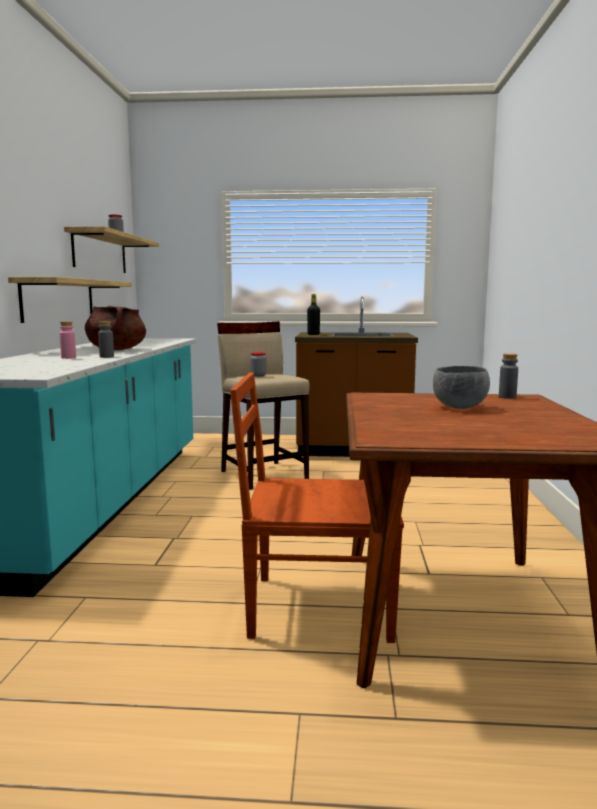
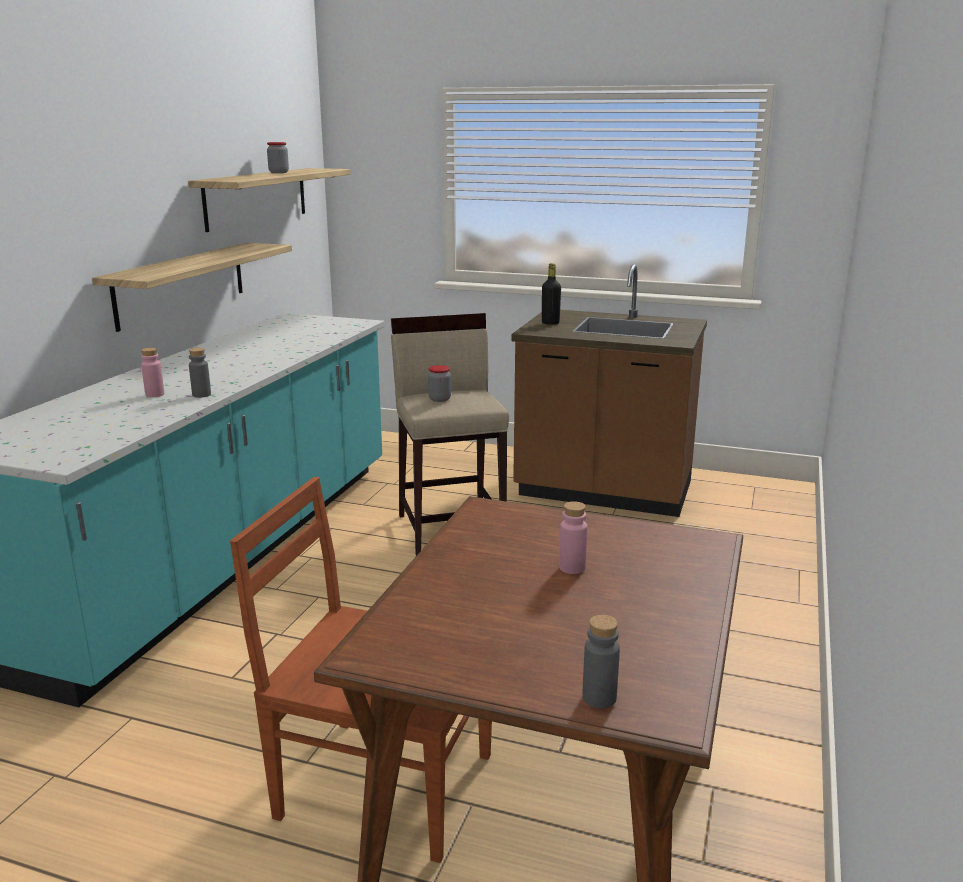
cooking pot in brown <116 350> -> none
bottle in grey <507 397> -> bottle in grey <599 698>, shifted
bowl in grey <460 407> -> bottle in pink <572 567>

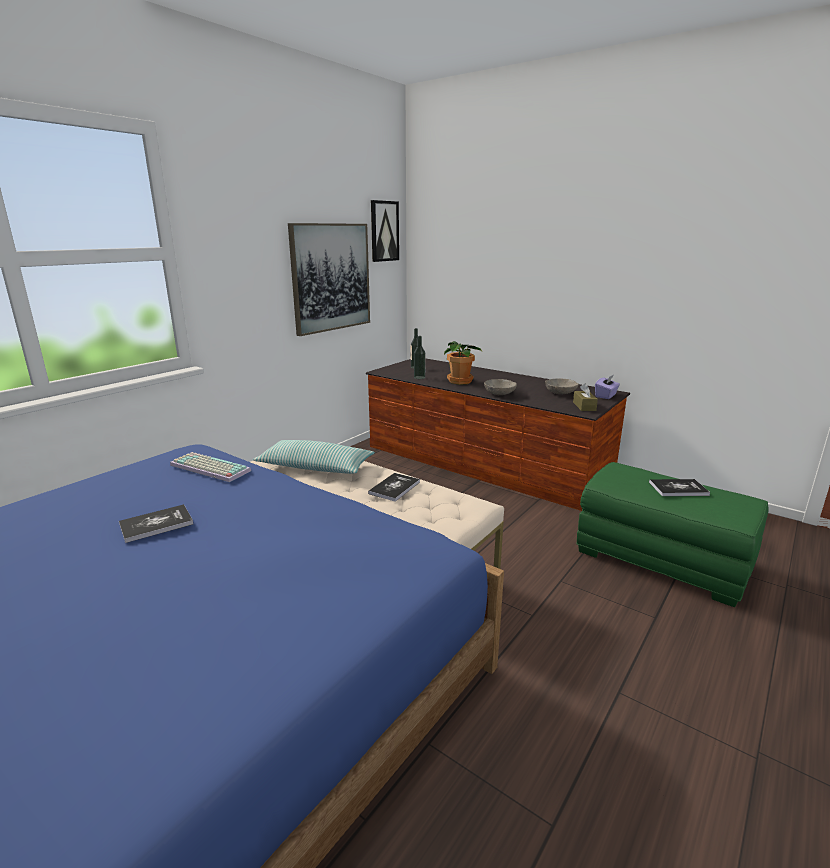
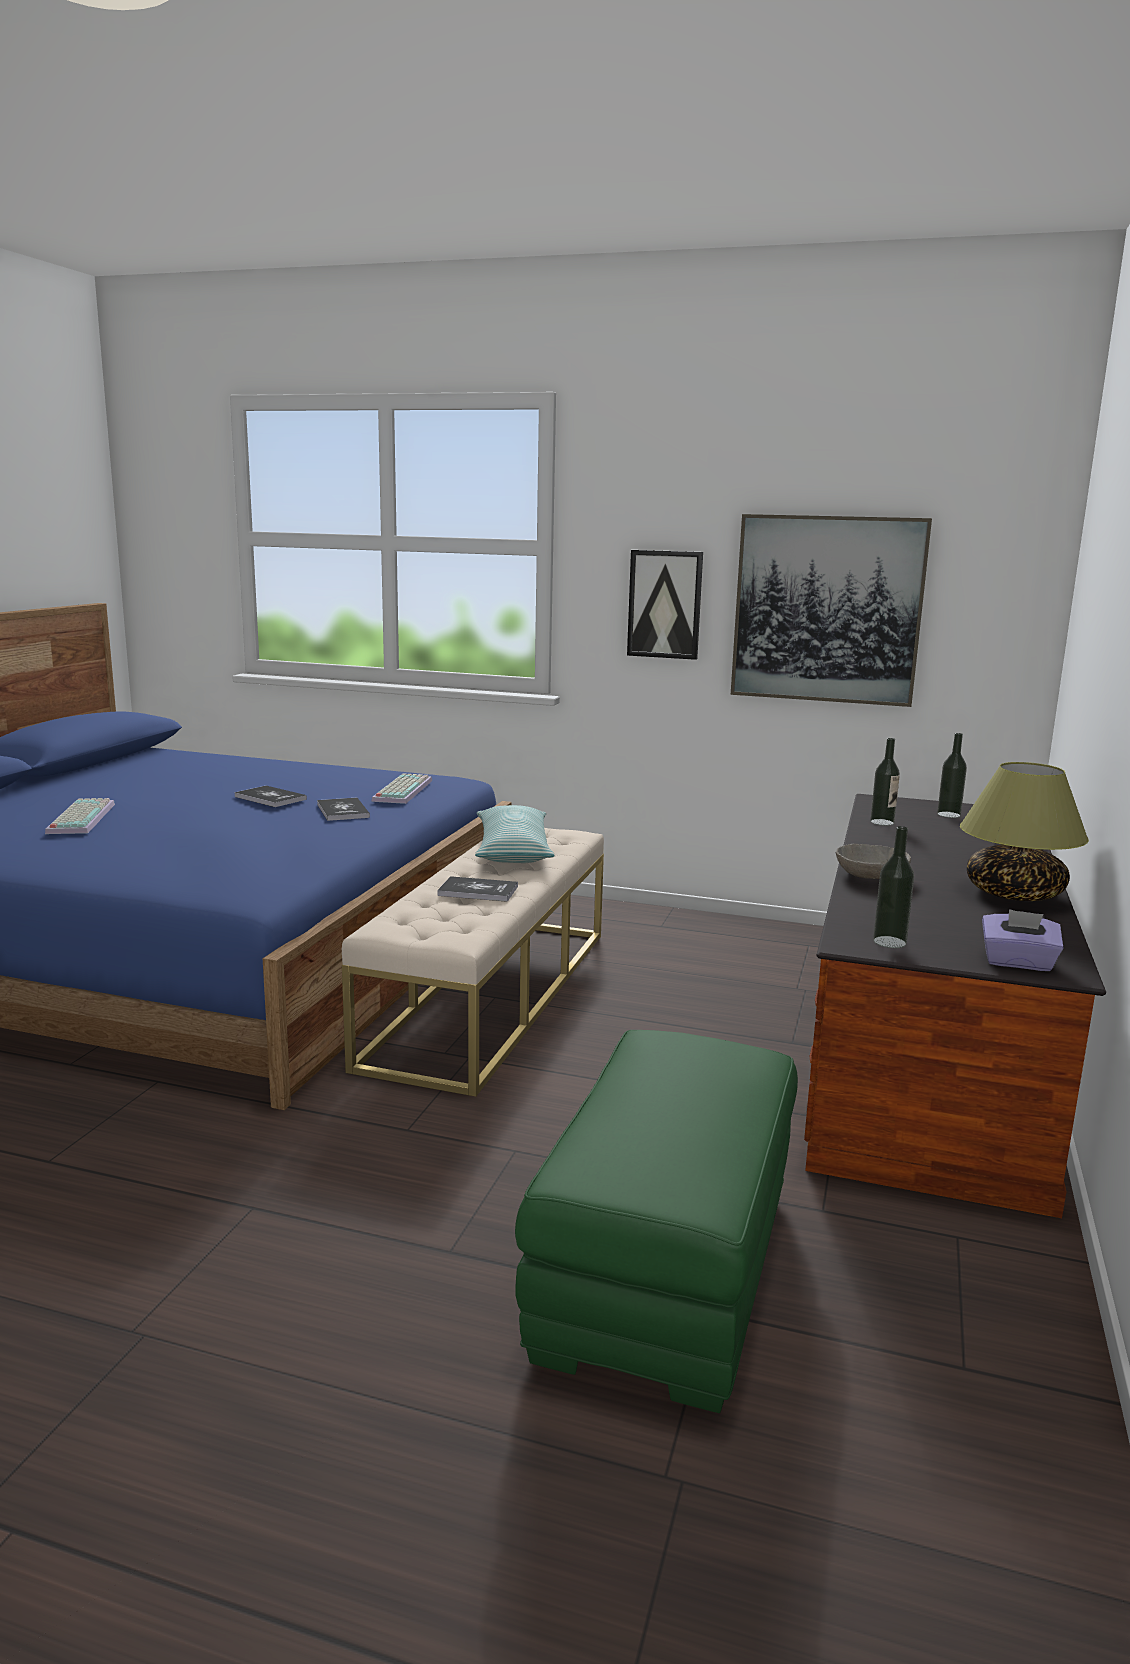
picture <384 231> -> picture <665 604>, shifted
potted plant <460 381> -> none
bowl in grey <560 393> -> none
tissue box in brown <584 406> -> bottle <889 942>
book <678 489> -> book <343 811>, shifted
none -> table lamp <1013 894>
none -> keyboard <79 818>

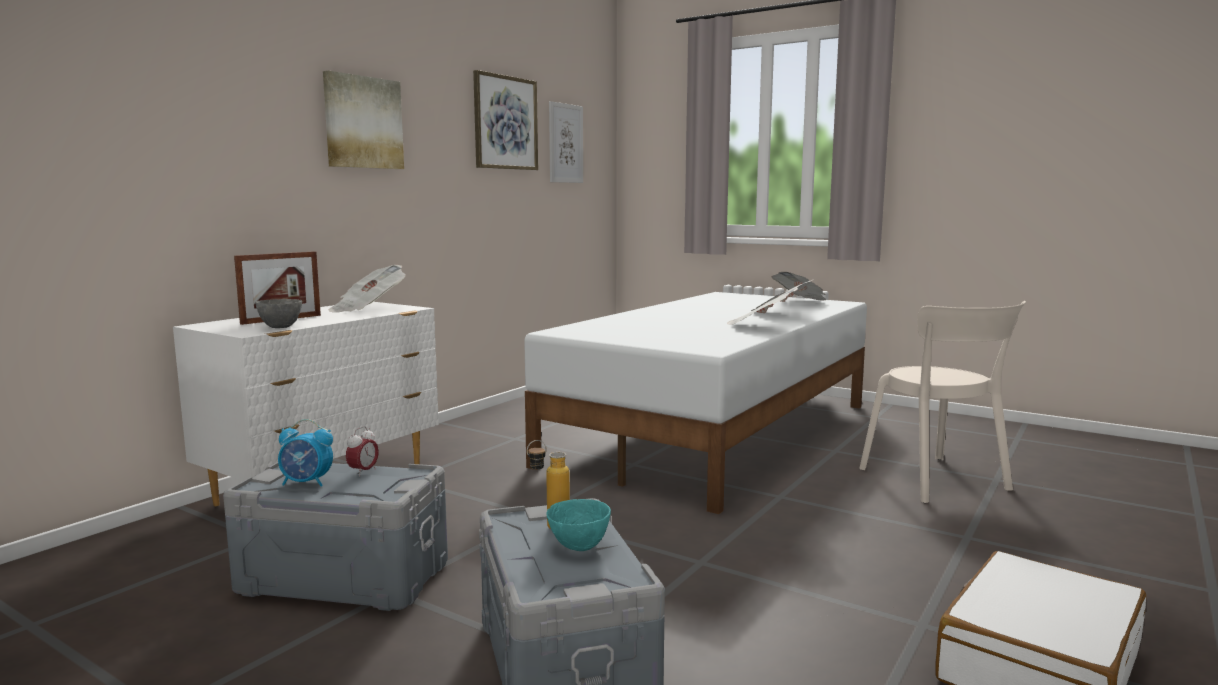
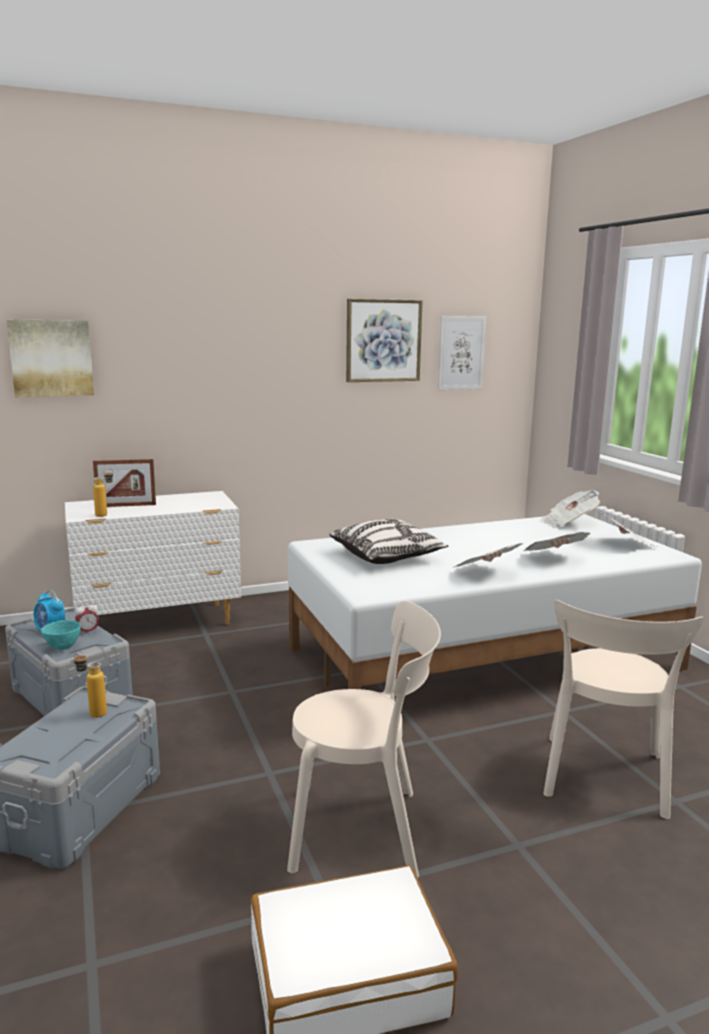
picture <362 122> -> picture <51 358>, shifted
newspaper <368 309> -> newspaper <568 522>, shifted
bowl in grey <279 327> -> bottle <106 514>
bowl in turquoise <580 547> -> bowl in turquoise <63 647>, shifted
none -> pillow <387 556>
none -> chair in beige <363 830>

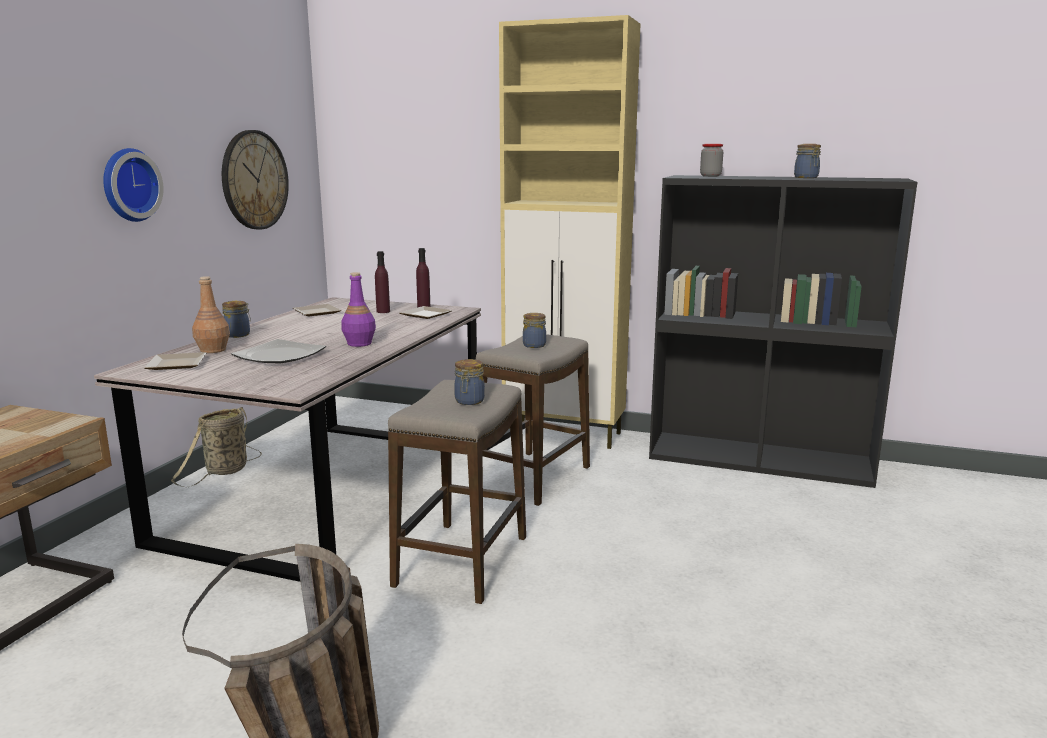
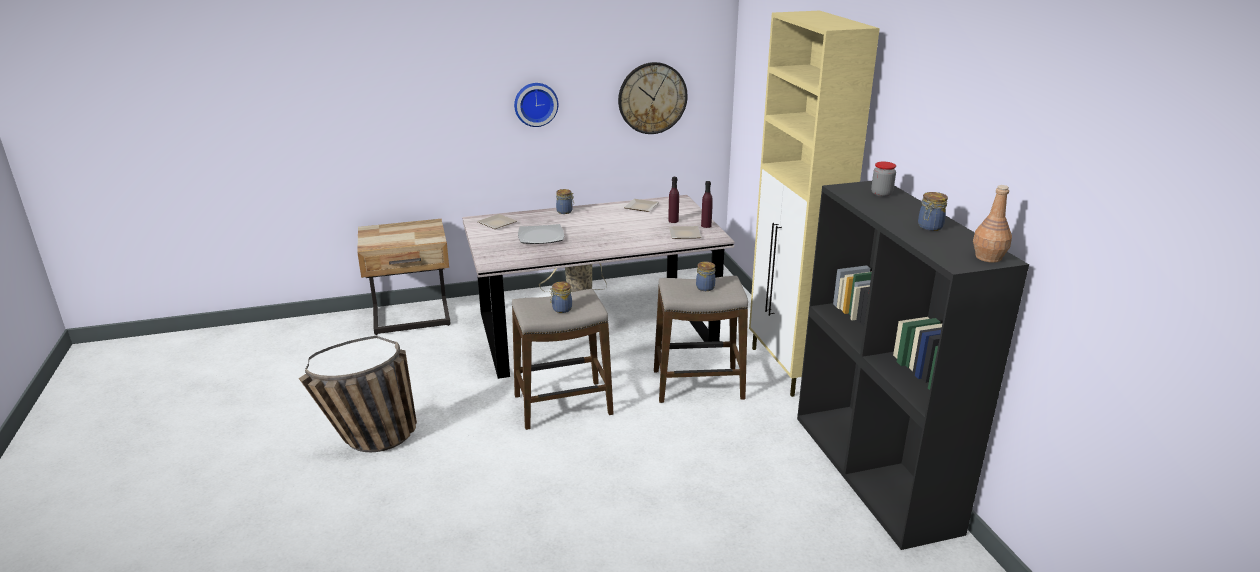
bottle in purple <359 344> -> none
bottle in brown <213 350> -> bottle in brown <988 257>, shifted

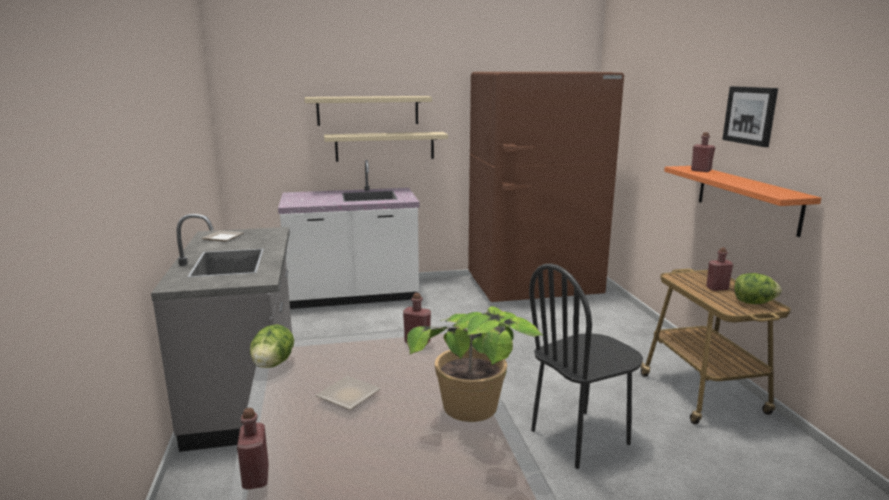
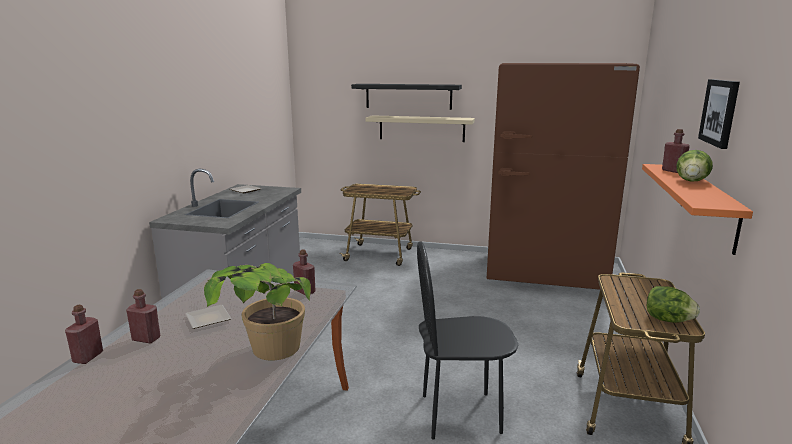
shelf in beige <368 110> -> shelf in black <408 96>
counter in white <353 296> -> cart <380 255>
bottle in red <717 288> -> bottle in red <146 339>, shifted
lettuce <273 364> -> lettuce <691 181>, shifted

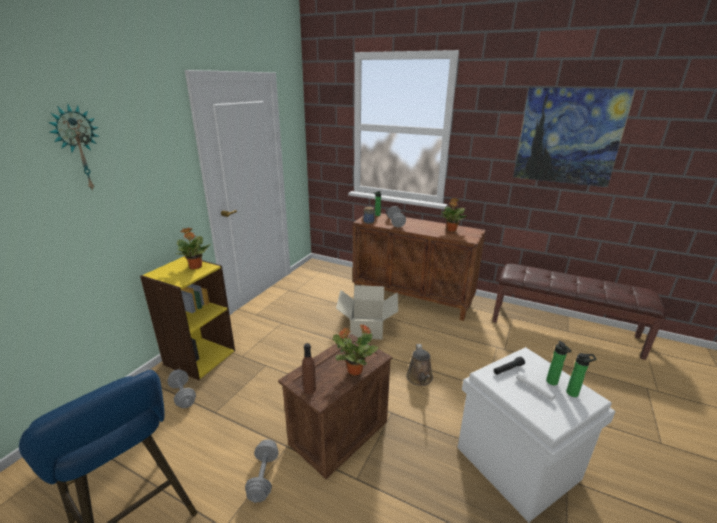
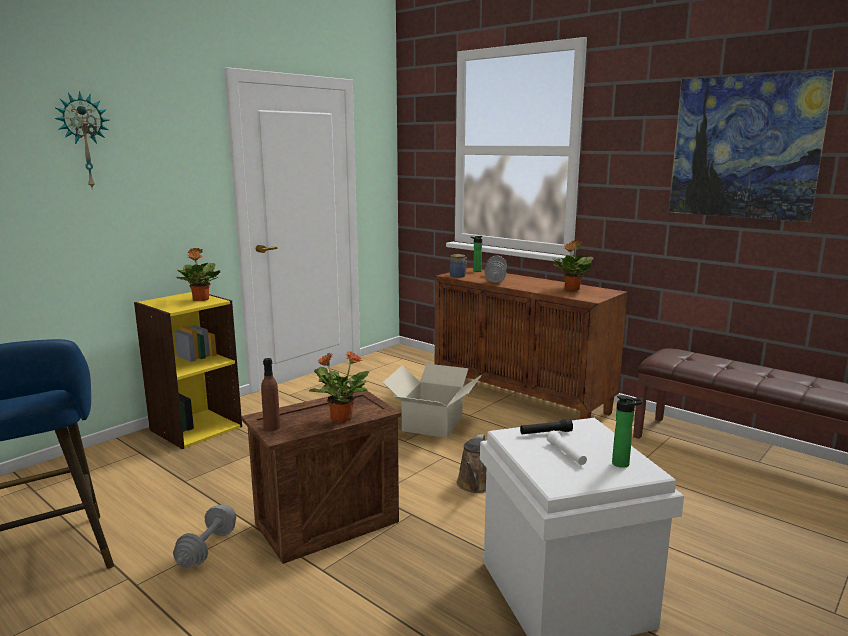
bottle <553 383> -> none
dumbbell in grey <183 395> -> none

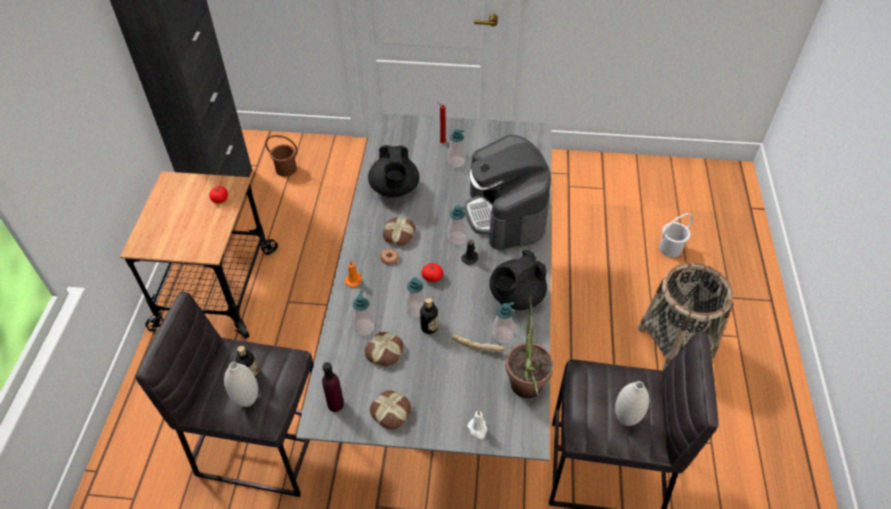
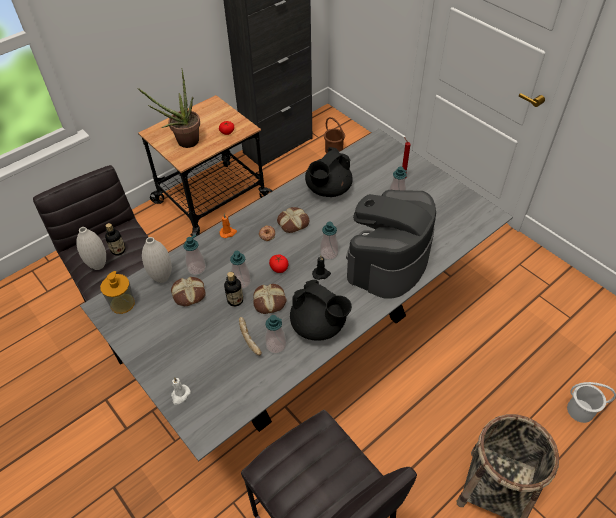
teapot in black <515 297> -> teapot in black <319 326>, 150 degrees counterclockwise
potted plant <525 391> -> potted plant <184 143>, shifted
bottle in purple <335 404> -> soap dispenser <122 303>
vase in white <626 419> -> vase in white <162 278>, shifted
bread <391 412> -> bread <270 301>, shifted

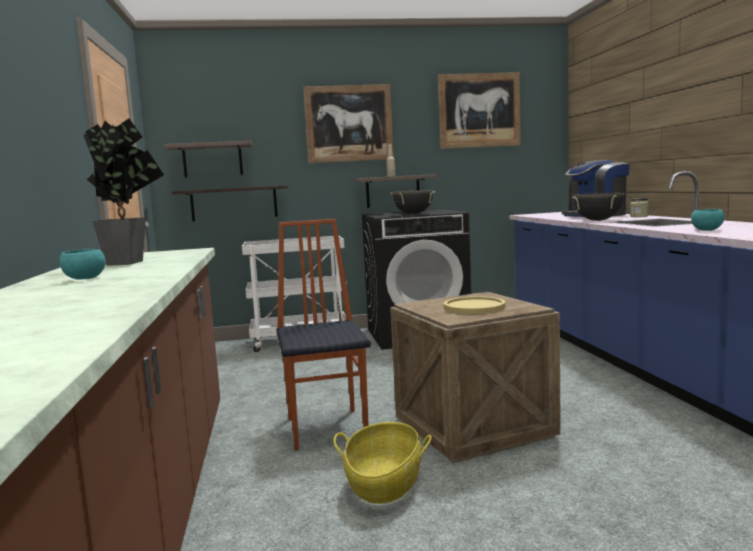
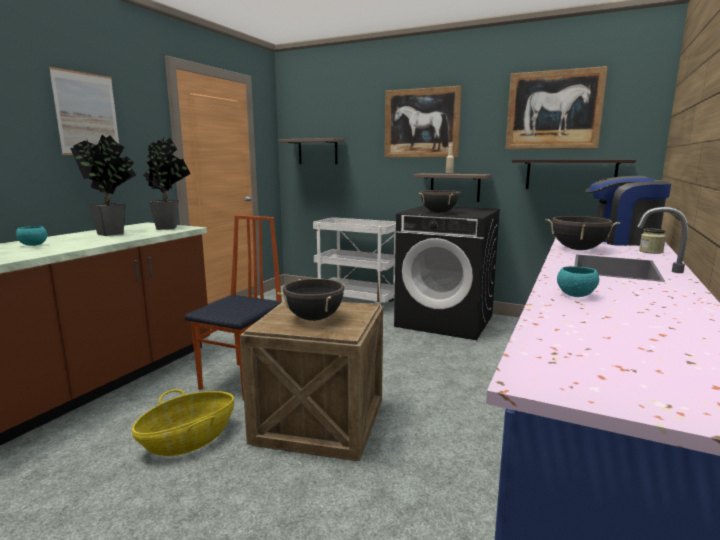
shelf <234 203> -> shelf <570 174>, shifted
plate in yellow <474 307> -> cooking pot in black <314 319>
none -> picture <87 114>
none -> potted plant <169 227>

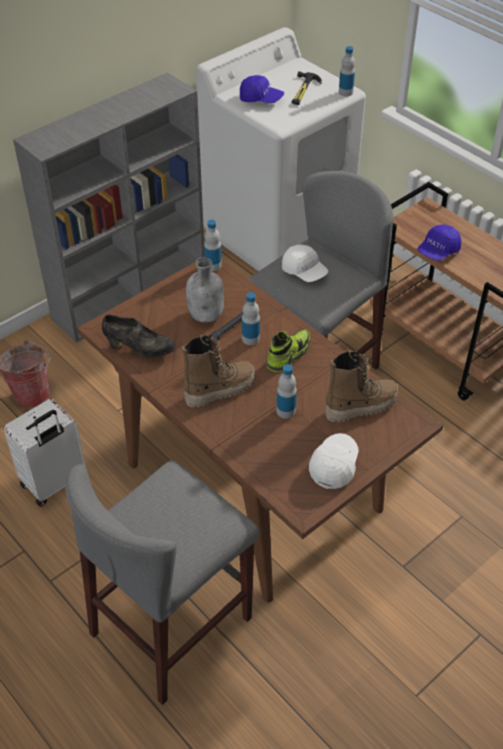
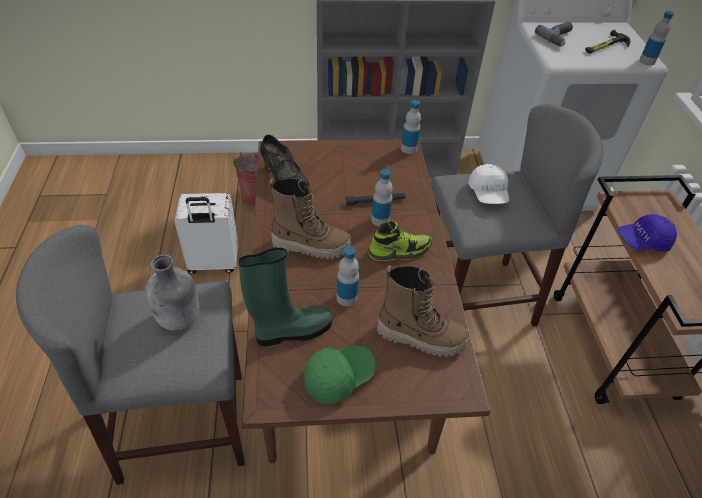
cap in blue <261 99> -> power drill <559 38>
bottle in grey <206 315> -> bottle in grey <180 319>, shifted
cap in white <334 465> -> cap in green <338 377>
none -> boot in green <291 331>

